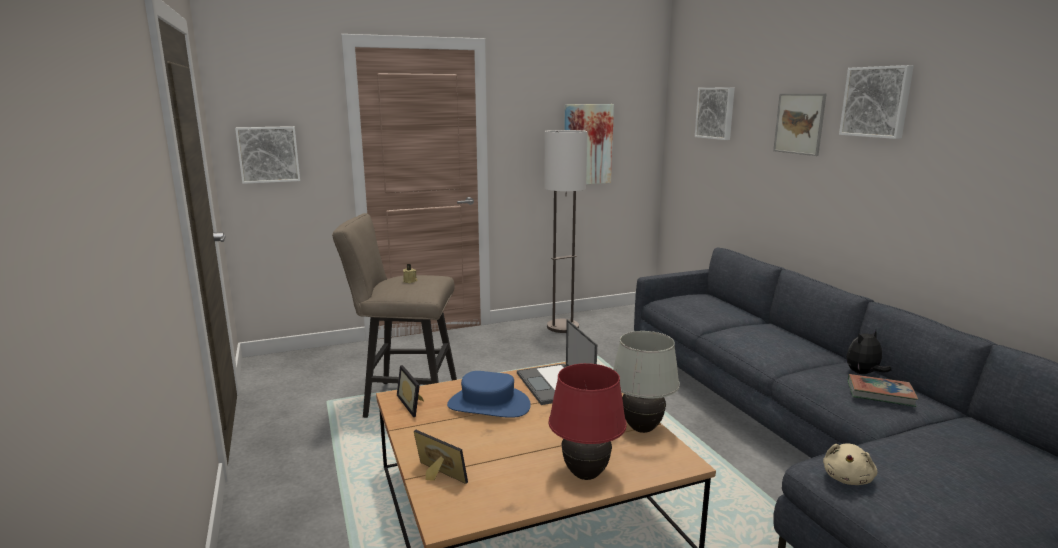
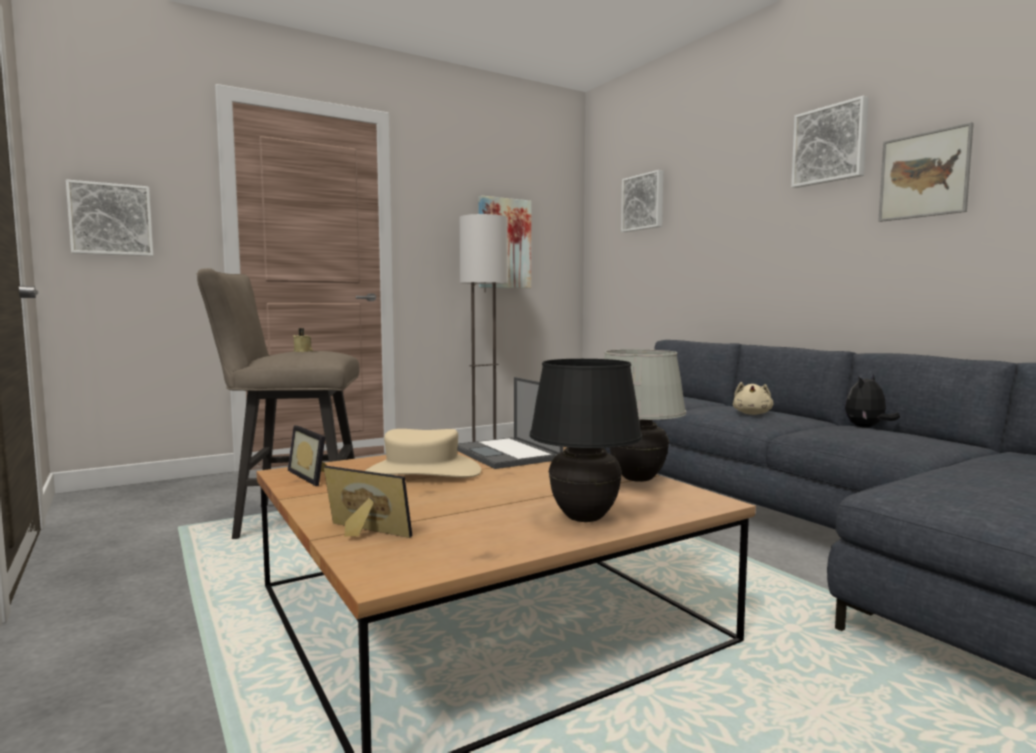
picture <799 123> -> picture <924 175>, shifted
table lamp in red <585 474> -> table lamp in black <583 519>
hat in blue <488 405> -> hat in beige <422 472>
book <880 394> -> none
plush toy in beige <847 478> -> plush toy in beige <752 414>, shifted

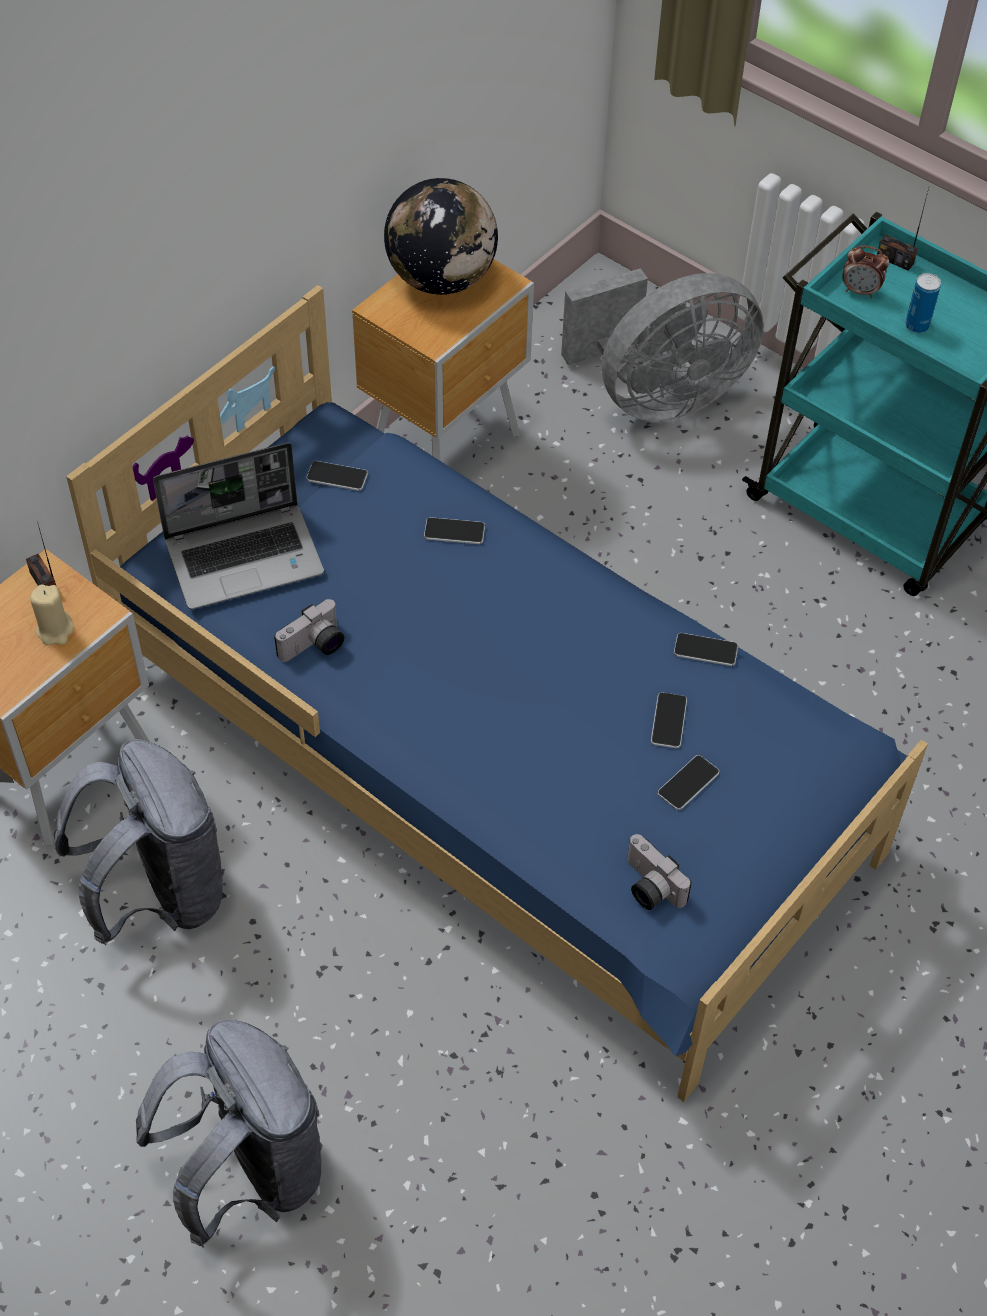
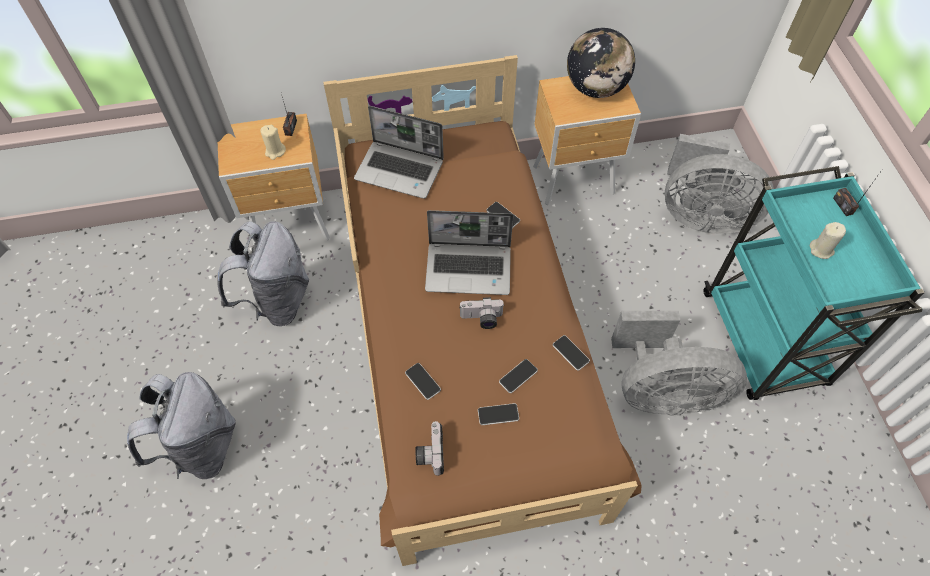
alarm clock <860 291> -> none
can <916 326> -> candle in beige <821 249>
bed in blue <494 758> -> bed in brown <466 338>
phone <337 477> -> phone <422 381>, shifted
photo camera <314 647> -> photo camera <481 319>, shifted
none -> laptop <469 268>
none -> fan in grey <662 392>

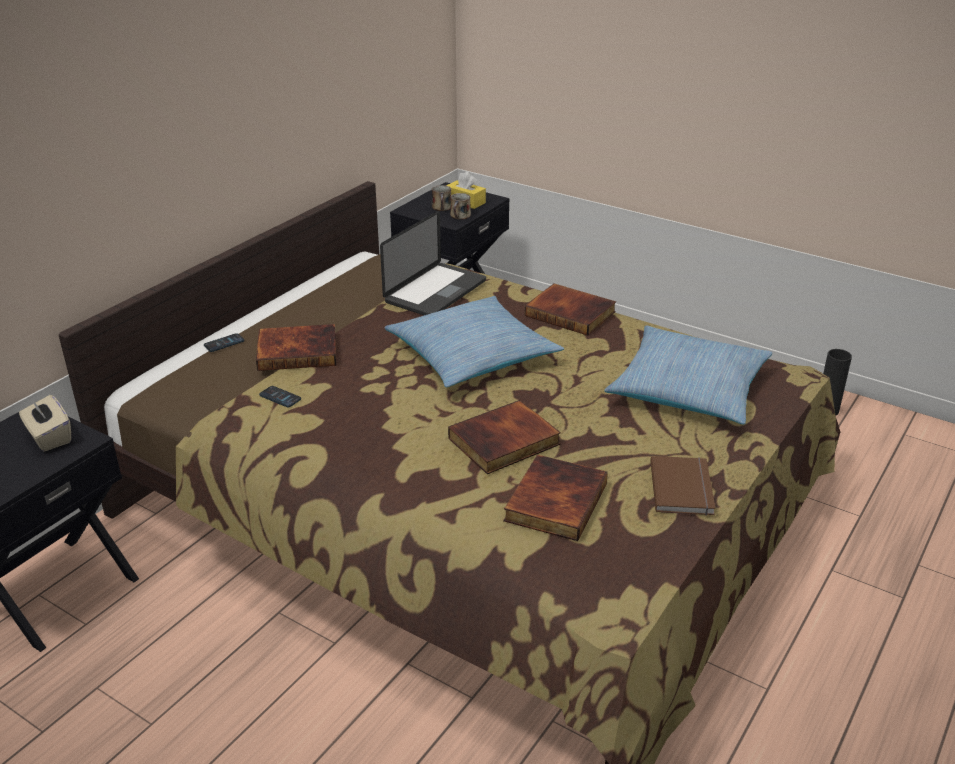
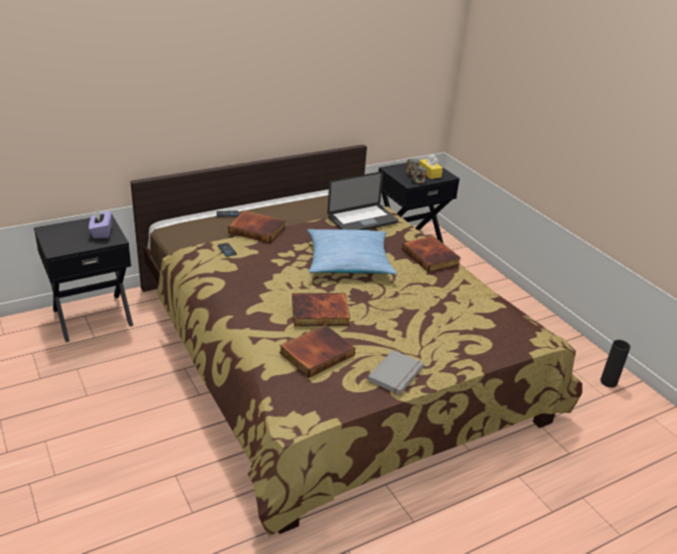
pillow <688 389> -> none
tissue box in beige <49 437> -> tissue box in purple <101 232>
book in brown <684 488> -> book in grey <397 374>

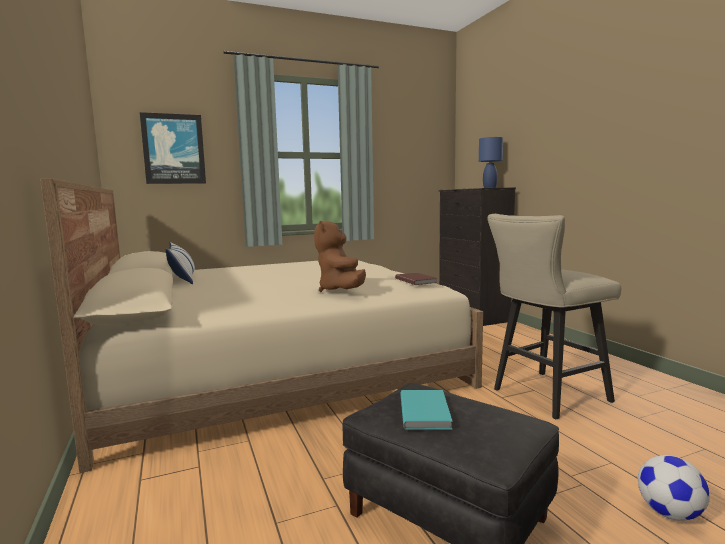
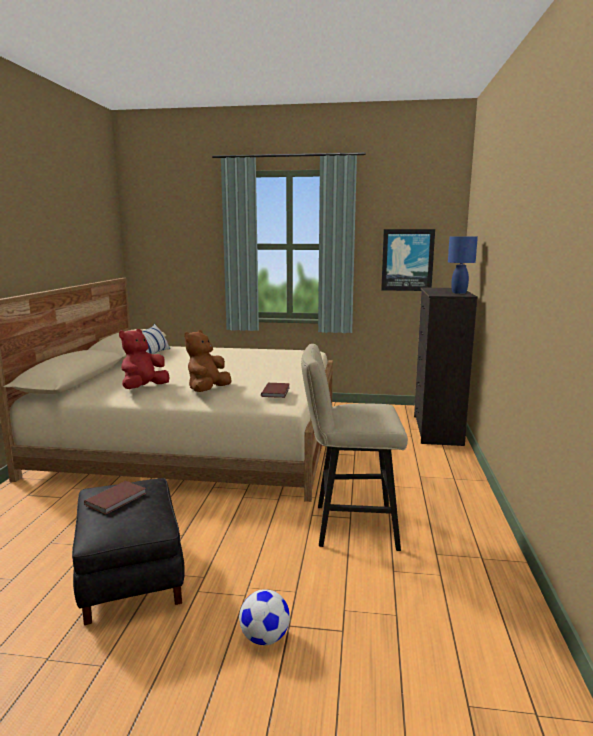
picture <173 149> -> picture <407 260>, shifted
book in turquoise <426 411> -> book in brown <117 499>
none -> plush toy in red <144 388>

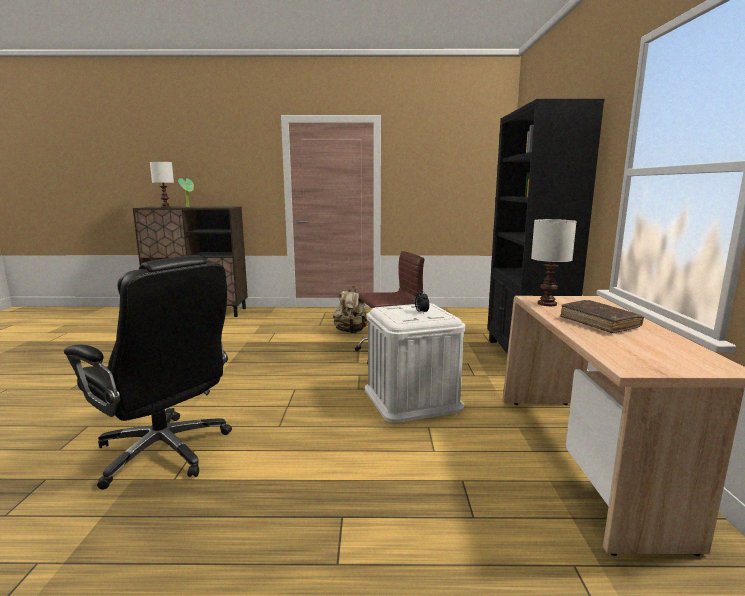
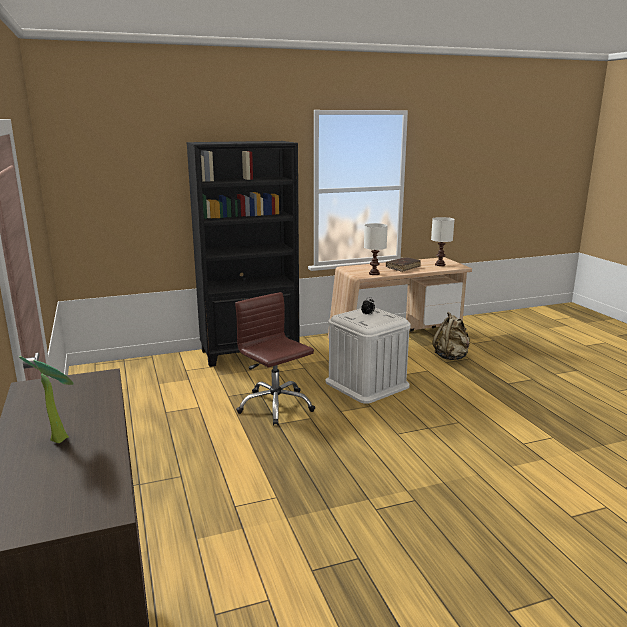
table lamp in white <165 207> -> table lamp in white <440 265>, shifted
office chair in black <165 451> -> none
backpack in beige <350 332> -> backpack in beige <451 357>, shifted

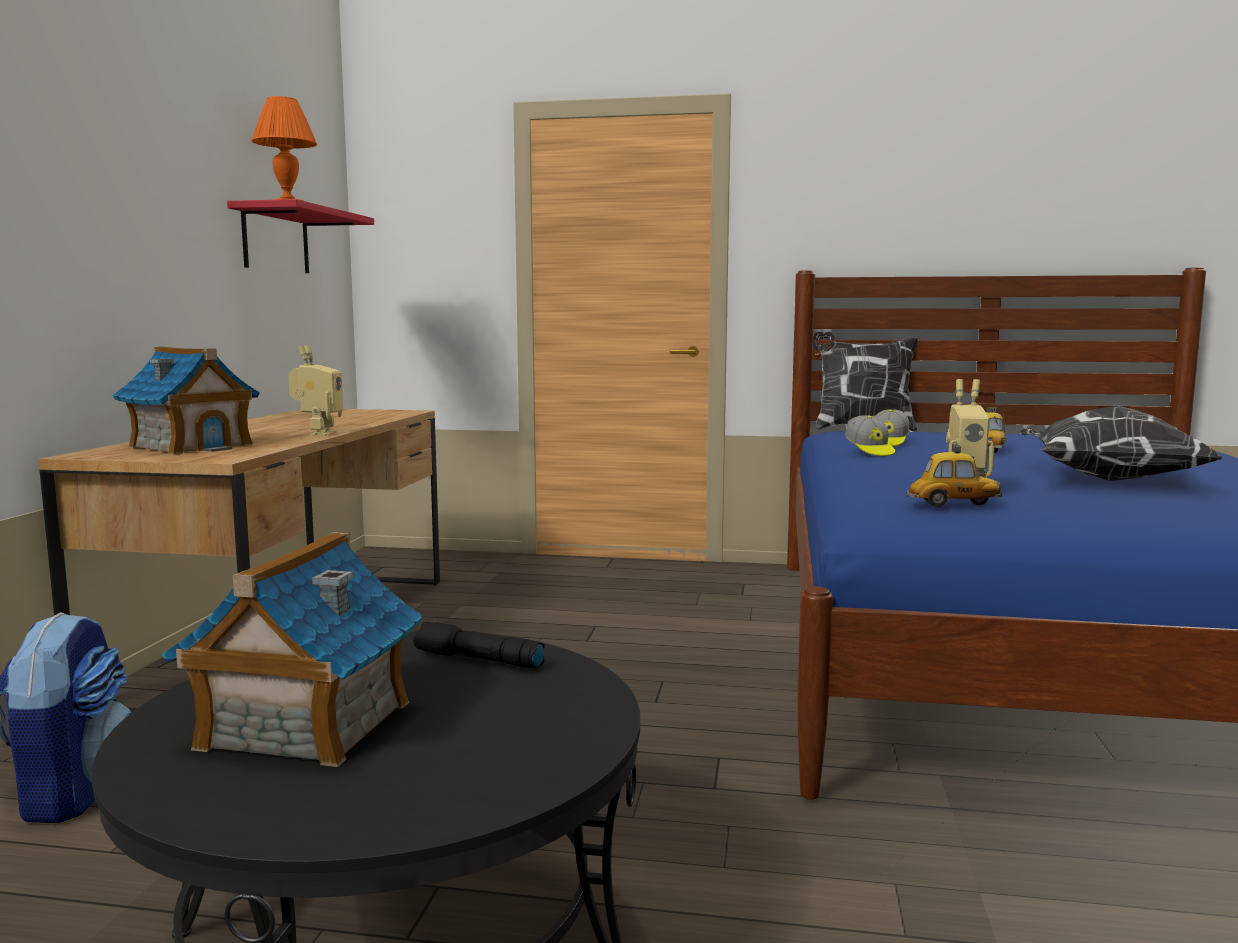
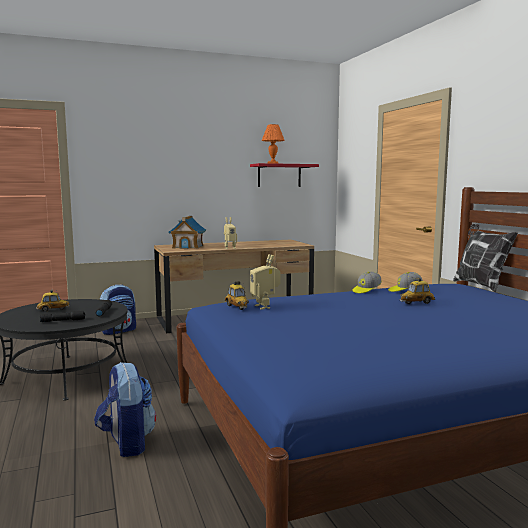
pillow <1108 480> -> none
toy house <304 725> -> toy car <53 310>
none -> flashlight in black <63 321>
none -> backpack <127 443>

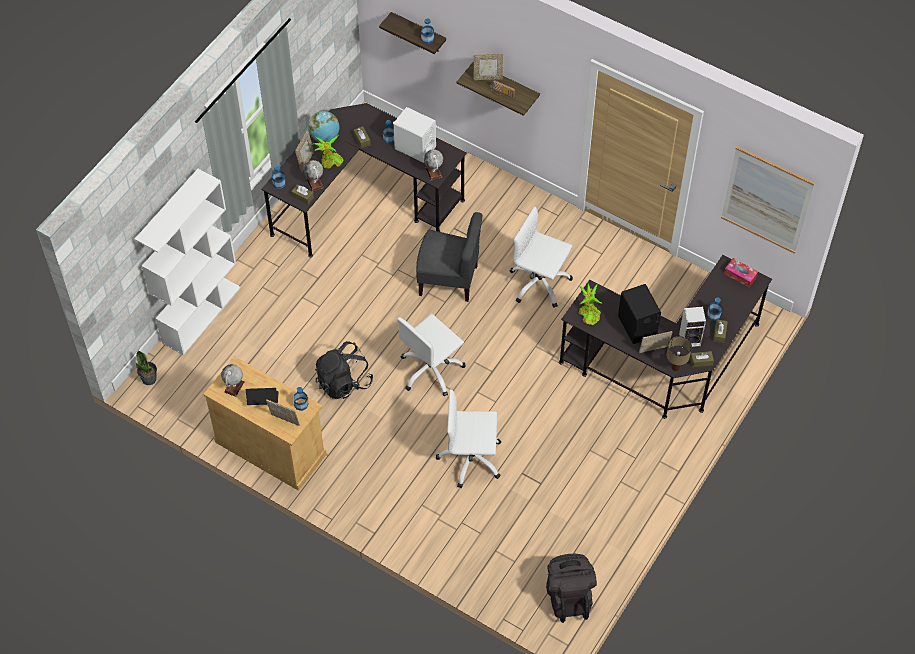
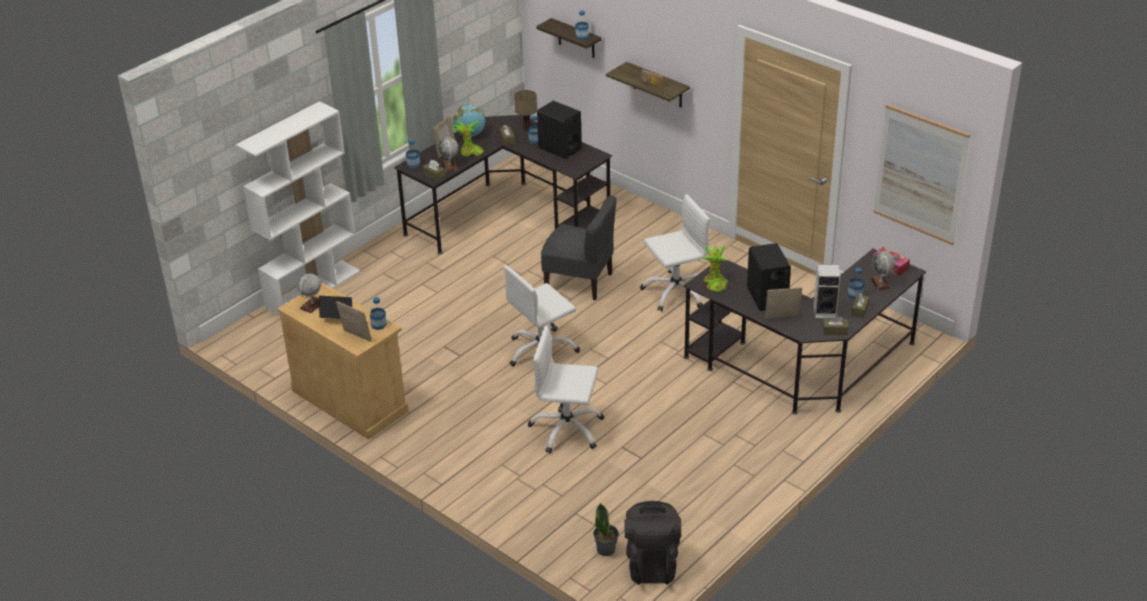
picture frame <488 77> -> none
speaker in white <415 148> -> speaker in black <559 148>
globe <433 172> -> globe <880 283>, shifted
office chair in white <539 283> -> office chair in white <675 292>, 120 degrees clockwise
table lamp <675 367> -> table lamp <526 128>, shifted
backpack in black <343 382> -> none
potted plant <149 379> -> potted plant <606 549>, shifted

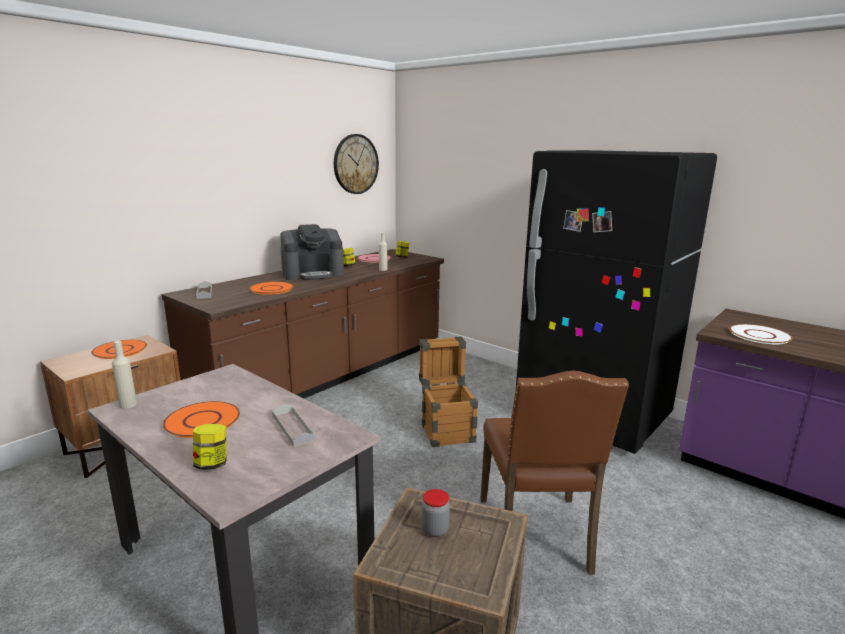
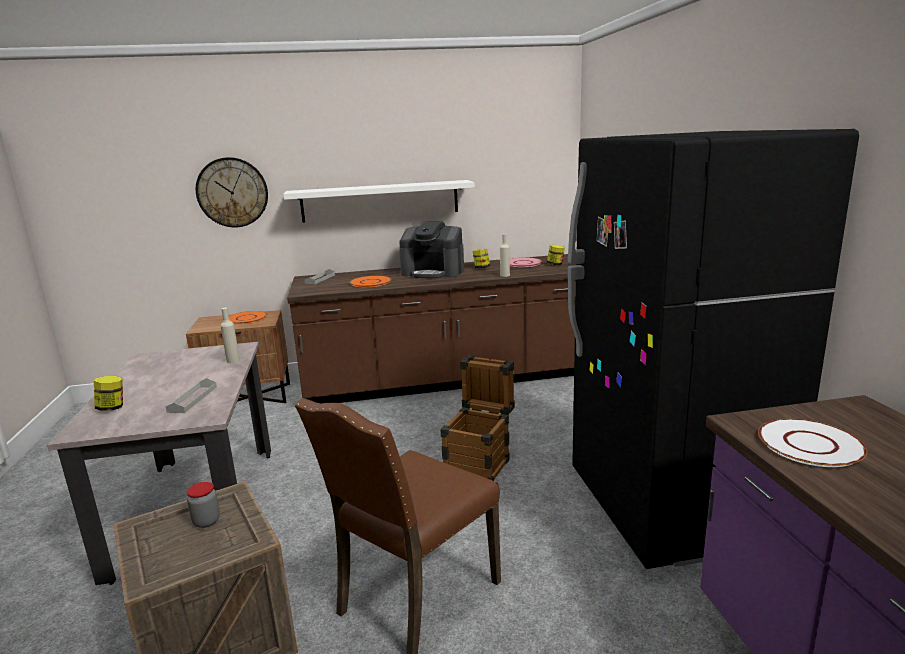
wall clock <355 164> -> wall clock <232 192>, shifted
bottle in beige <128 405> -> bottle in beige <233 360>, shifted
plate in orange <203 420> -> none
none -> shelf in white <380 201>

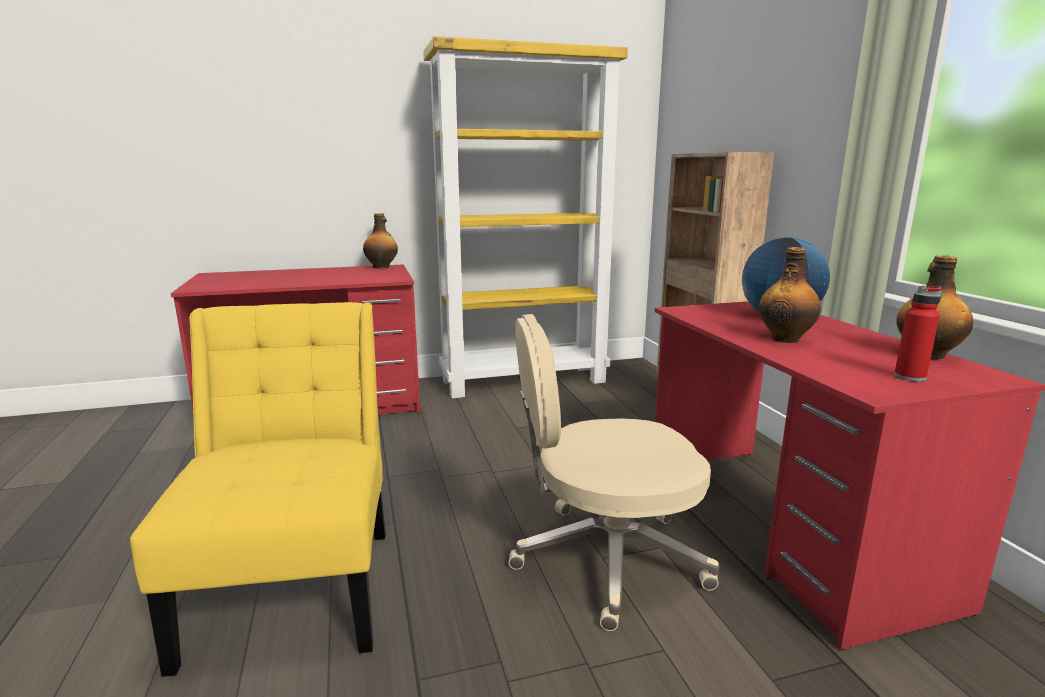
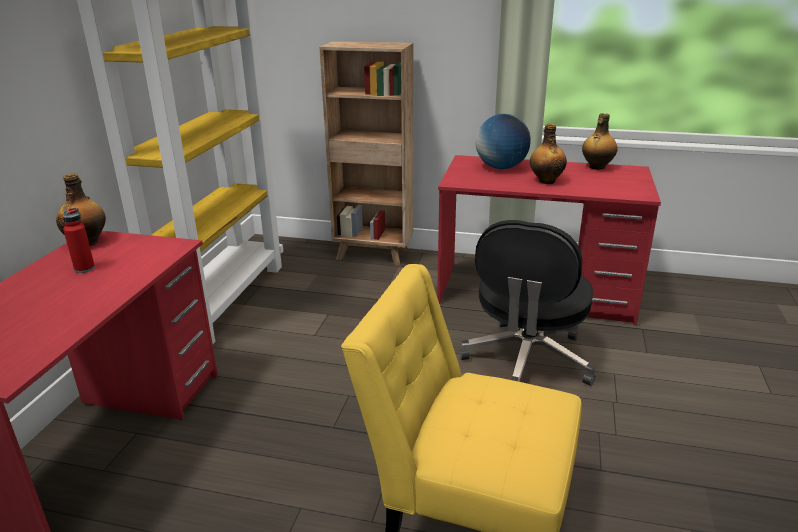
bottle in red <909 377> -> bottle in red <84 269>, shifted
office chair in beige <605 558> -> office chair in black <527 361>

